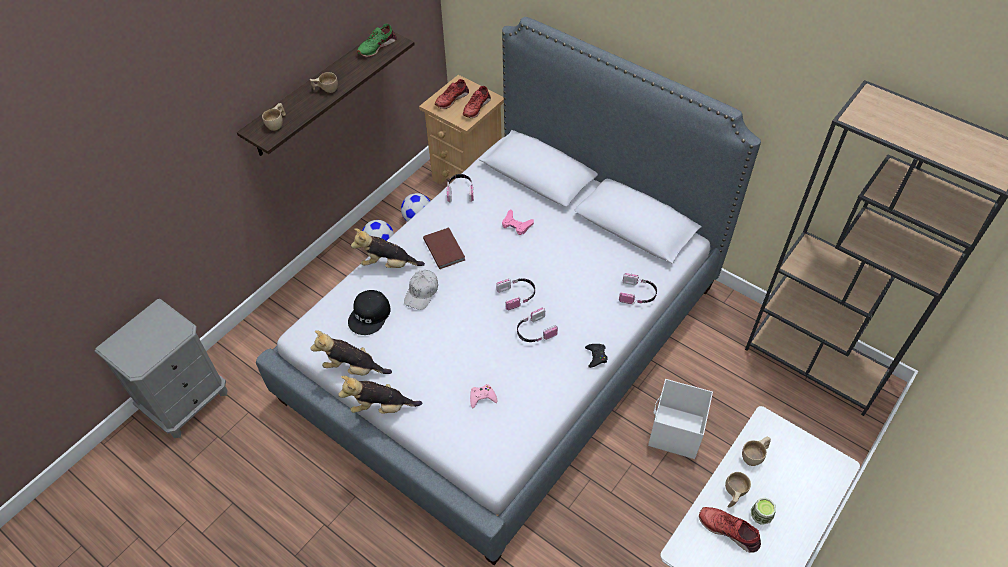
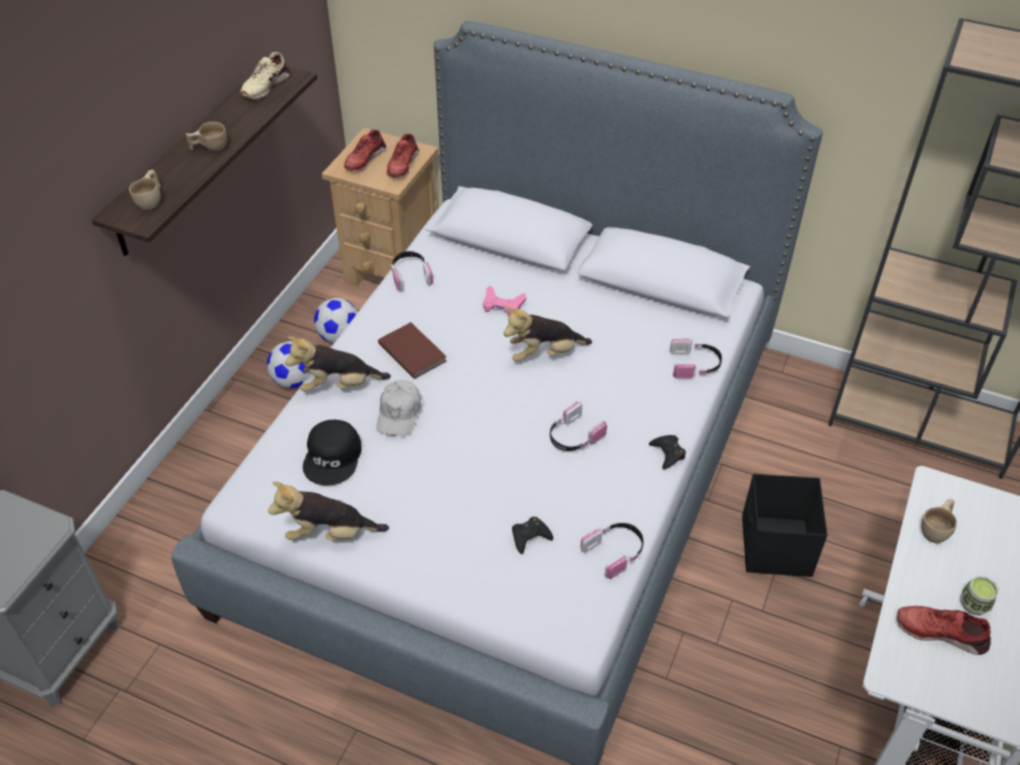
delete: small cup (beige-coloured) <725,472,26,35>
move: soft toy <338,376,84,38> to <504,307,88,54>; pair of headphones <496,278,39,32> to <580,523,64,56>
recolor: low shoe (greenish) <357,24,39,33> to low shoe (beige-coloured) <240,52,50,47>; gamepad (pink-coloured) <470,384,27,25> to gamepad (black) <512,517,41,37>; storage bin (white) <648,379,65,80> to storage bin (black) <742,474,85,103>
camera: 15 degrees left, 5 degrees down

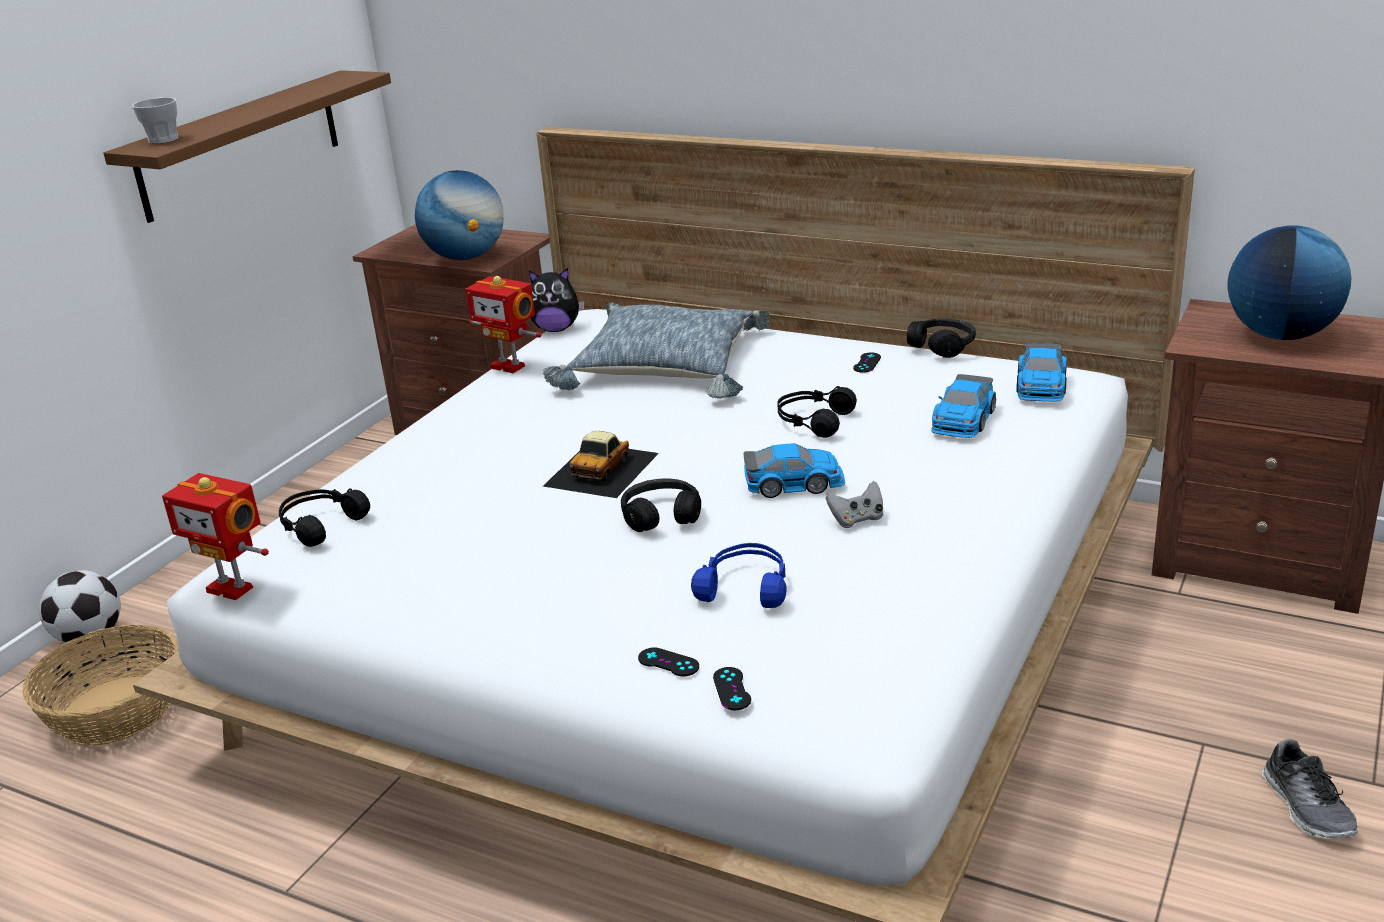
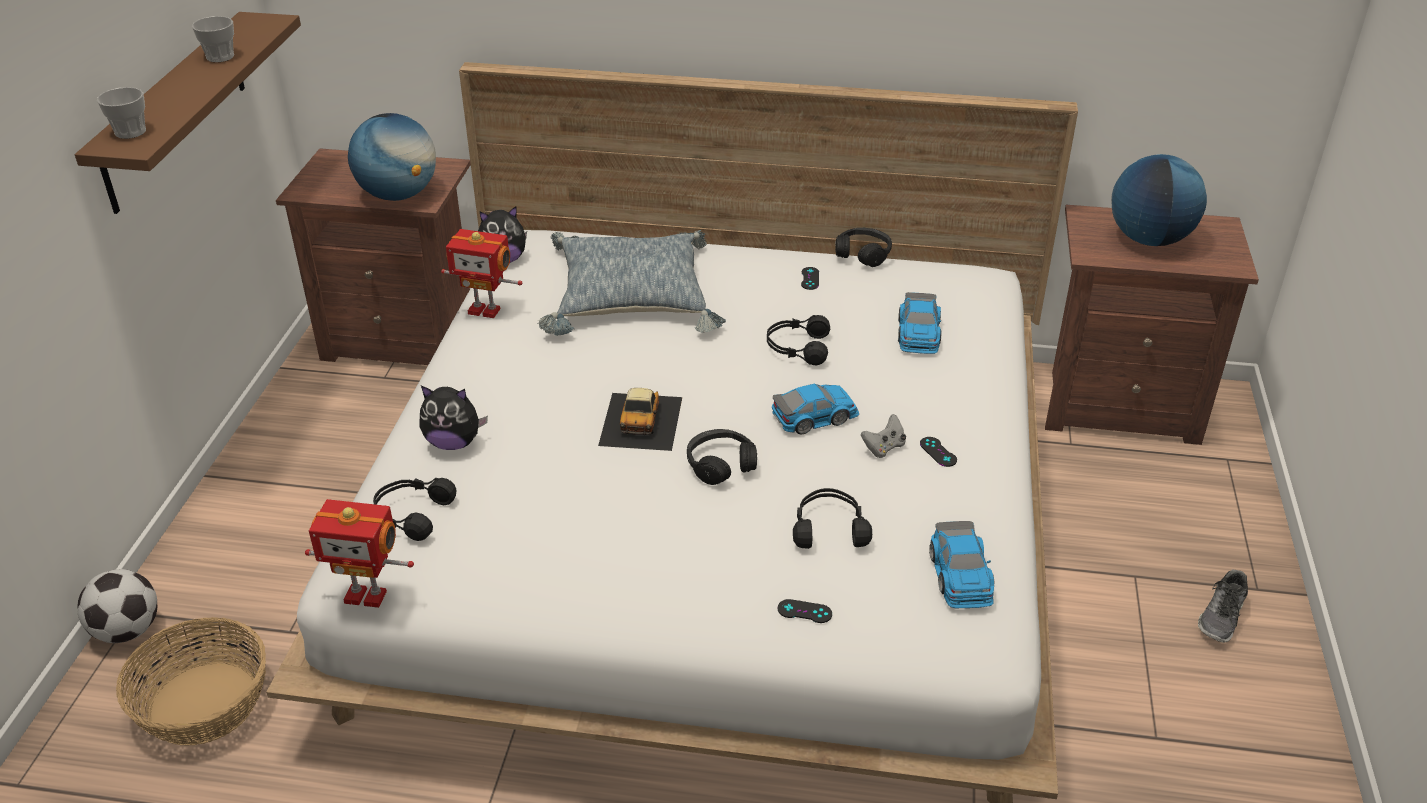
insert: small cup <192,16,42,46>; soft toy <419,386,69,64>
move: gamepad (black) <713,667,38,43> to <920,437,37,30>; toy car <1016,343,51,59> to <929,521,65,87>
recolor: pair of headphones (blue-coloured) <691,543,96,65> to pair of headphones (black) <793,488,79,61>
rotate: low shoe <1262,739,97,100> = <1198,570,50,73> 60 degrees clockwise
camera: 20 degrees left, 10 degrees up

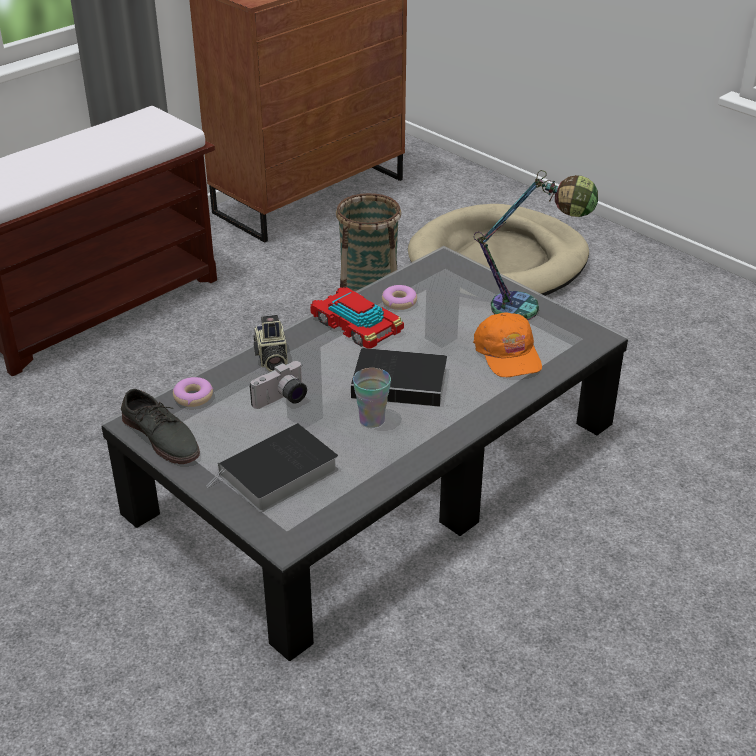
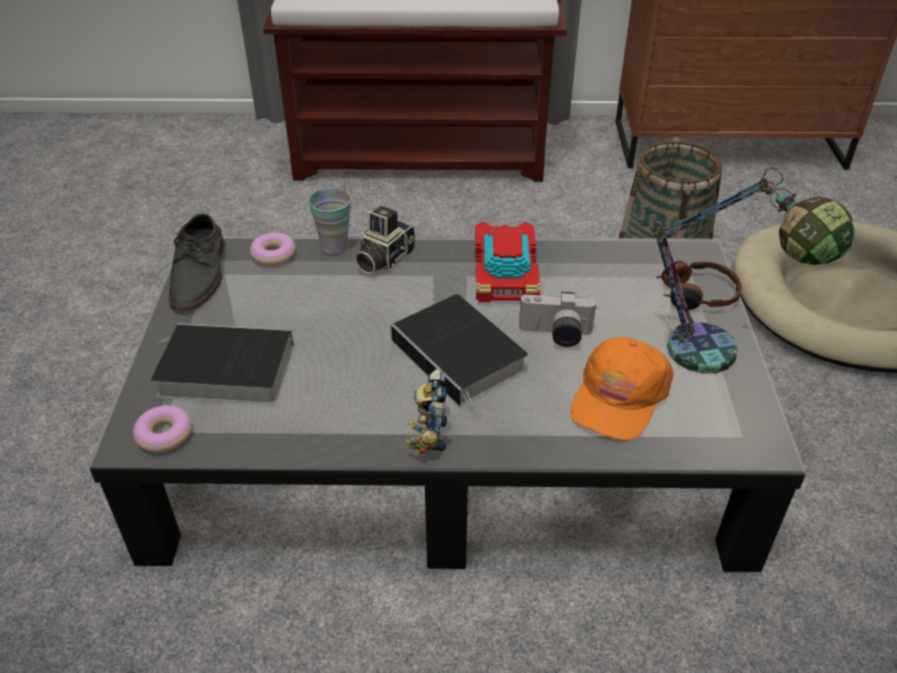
insert: model robot <405,369,42,86>; pair of headphones <656,261,86,49>
move: doughnut <382,285,35,25> to <132,405,60,48>; small cup <353,368,38,60> to <309,188,42,67>; photo camera <250,361,57,48> to <519,292,79,55>
camera: 45 degrees right, 5 degrees up

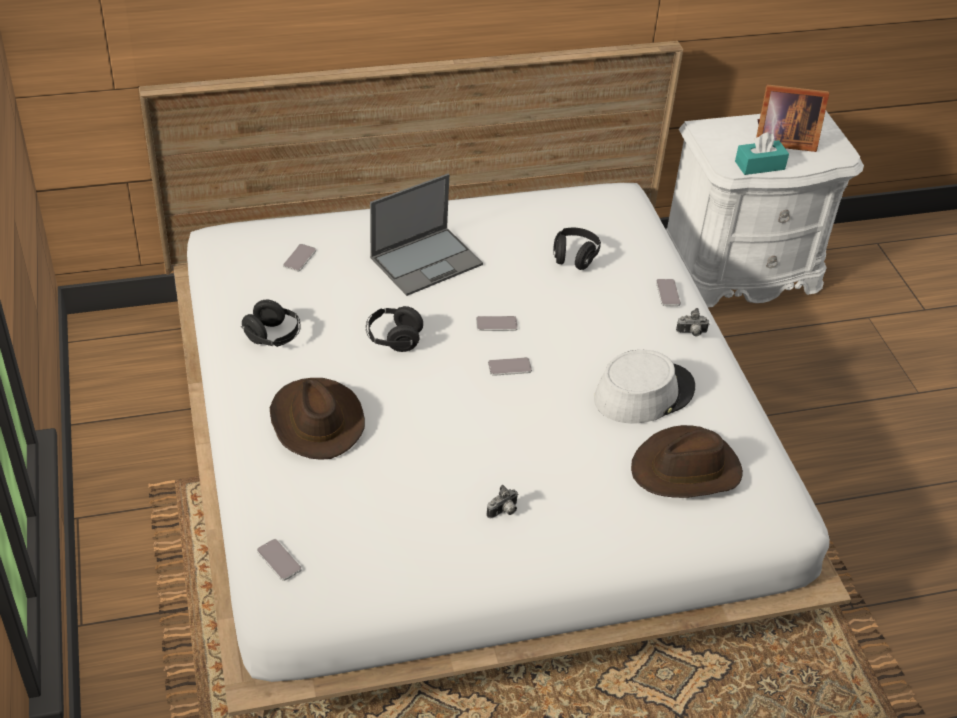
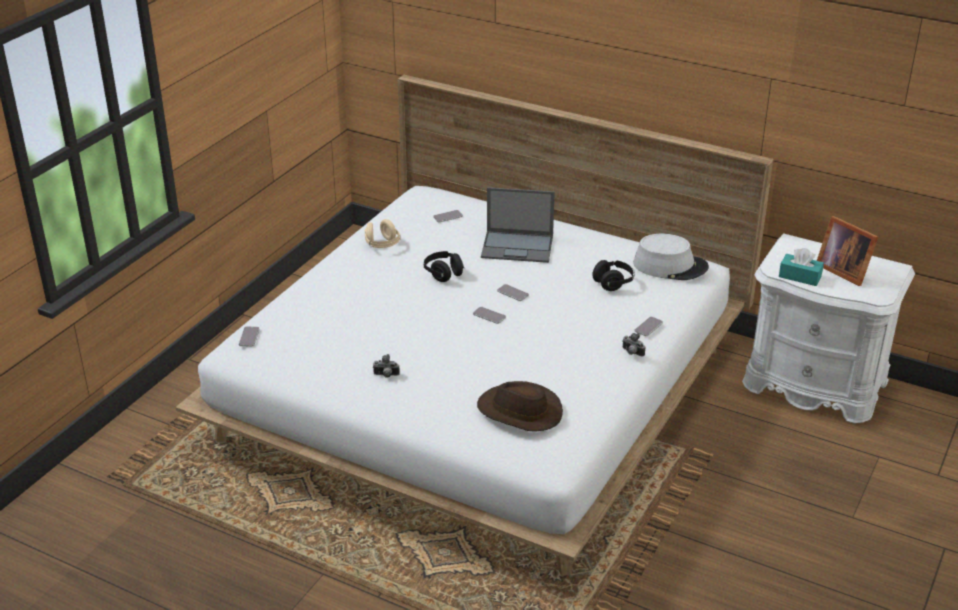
delete: hat (brown) <270,378,95,82>
move: hat (gray) <594,350,101,74> to <633,234,76,46>
recolor: pair of headphones (black) <240,300,61,47> to pair of headphones (beige-coloured) <365,219,36,29>
camera: 45 degrees right, 10 degrees down

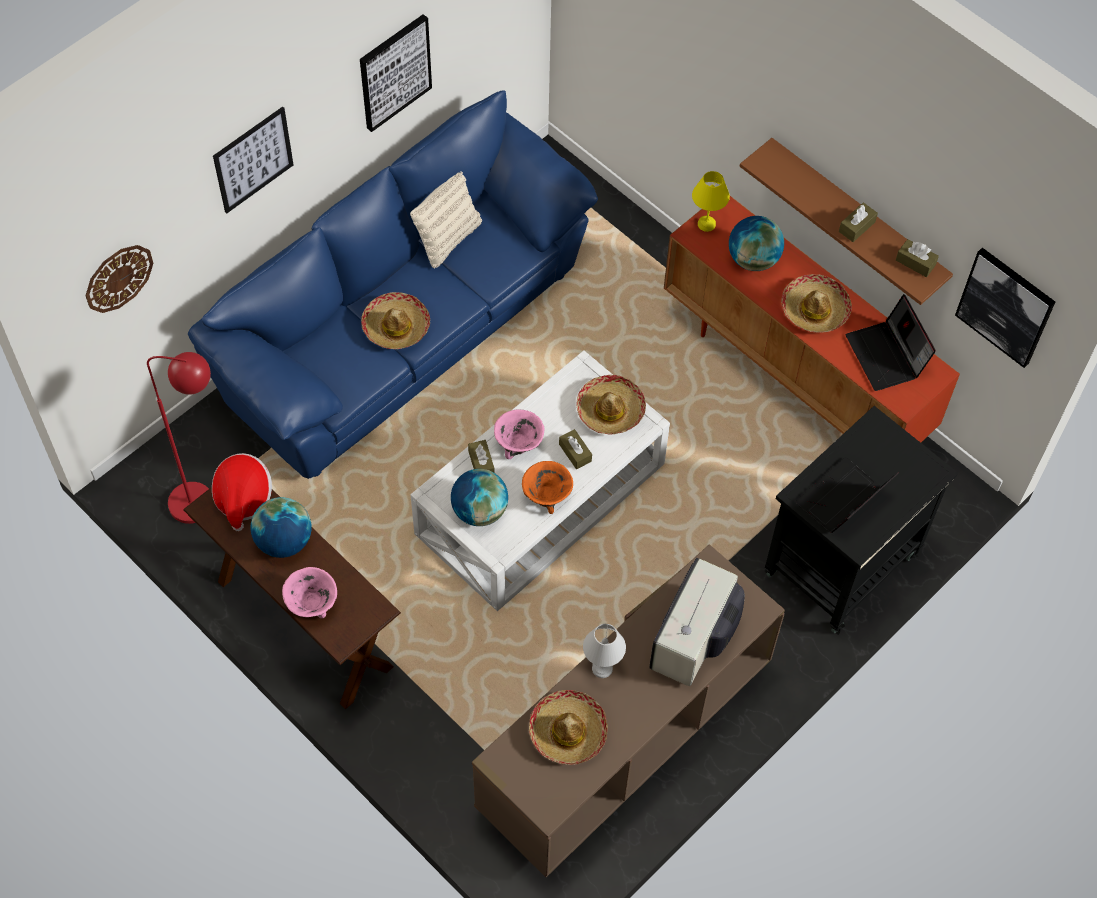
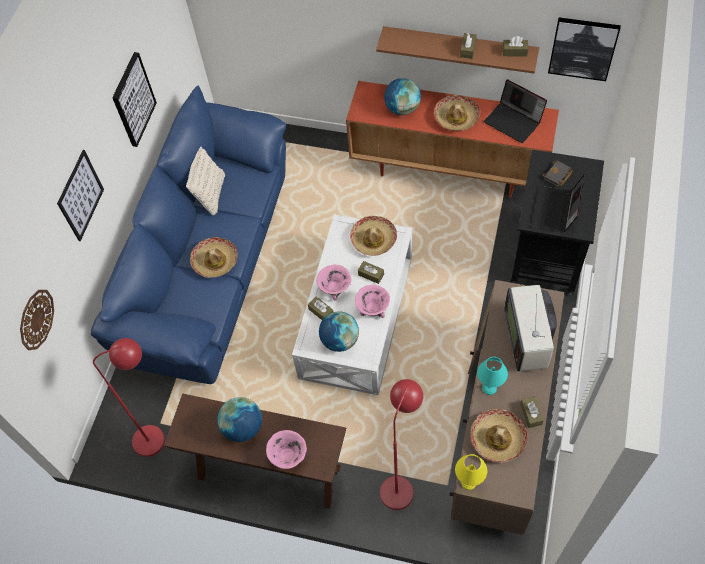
delete: hat <212,453,60,78>
insert: standard lamp (red-coloured) <380,379,43,131>; box of tissues (brown) <520,396,24,32>; bound book (black) <542,161,31,25>
move: lamp for a table (yellow) <692,171,38,61> to <455,454,32,36>
recolor: bowl (orangey) <522,461,51,53> to bowl (pink-coloured) <355,285,35,33>; lamp for a table (white) <583,624,43,54> to lamp for a table (blue-green) <477,357,31,38>
camera: 25 degrees left, 0 degrees up

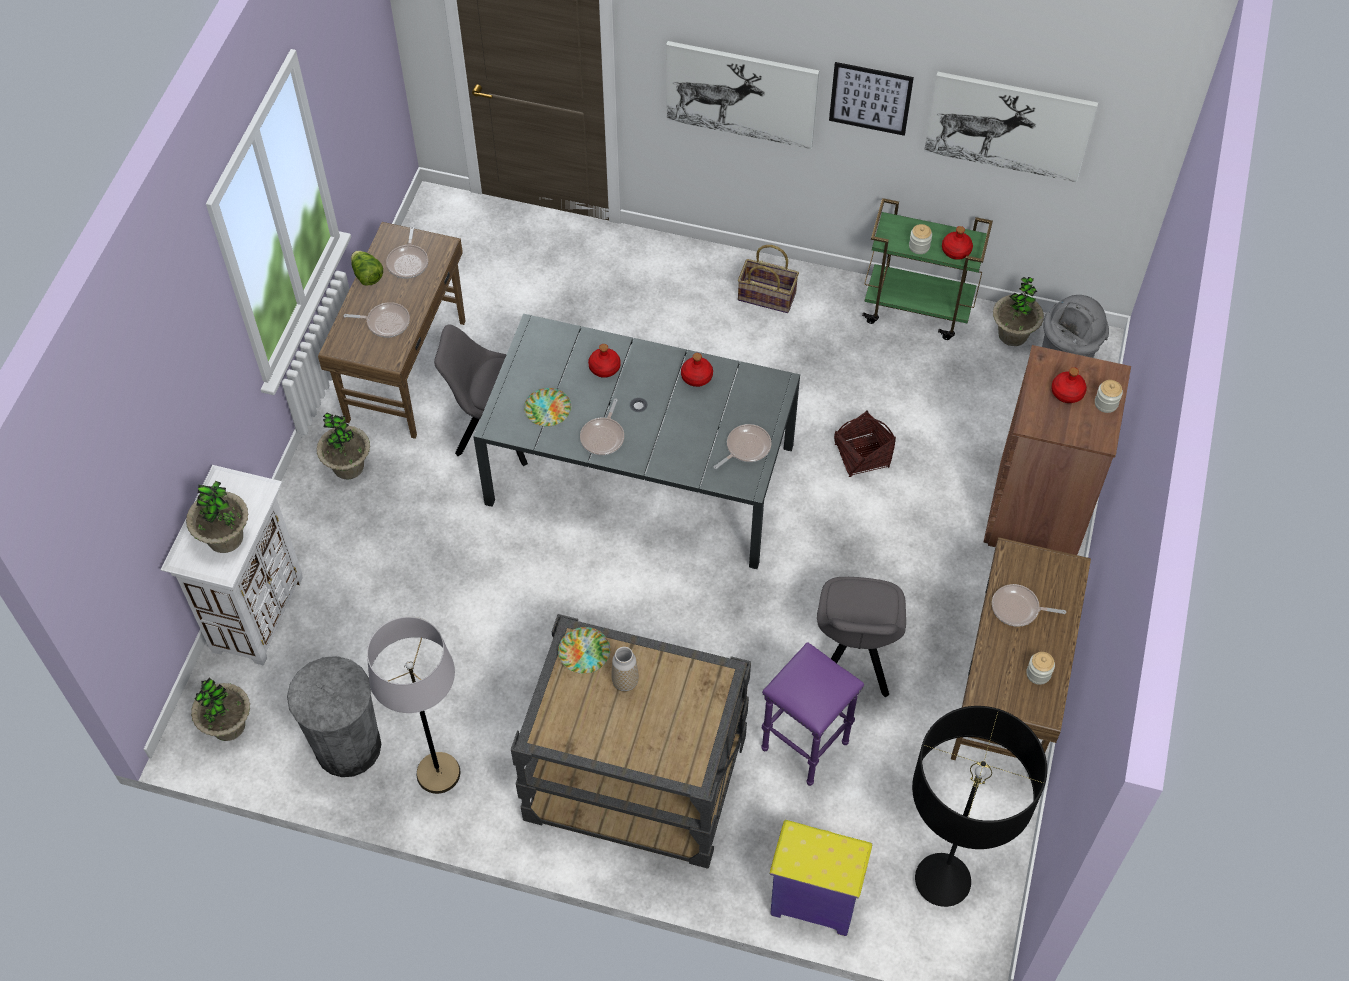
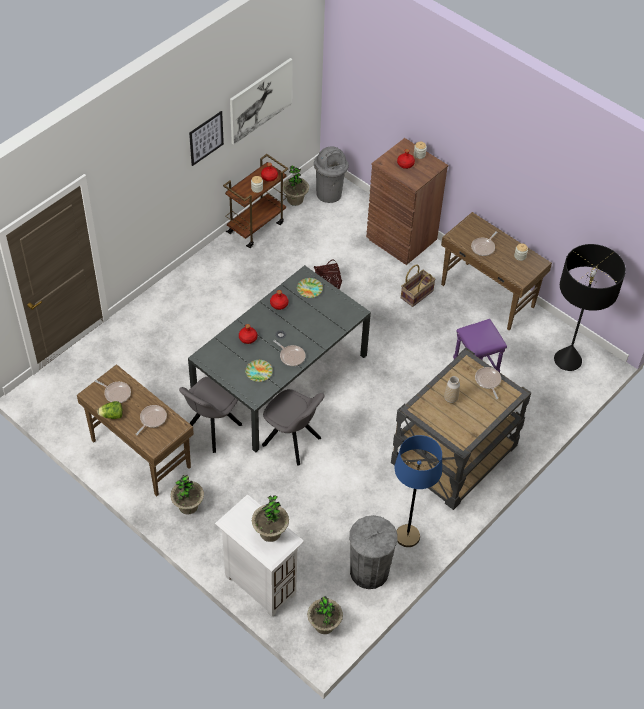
delete: wall art <666,41,153,108>; nightstand <770,820,102,116>
move: plain chair (gray) <817,577,89,121> to <262,389,62,77>; plate <558,627,52,47> to <297,278,26,20>; household basket <738,245,61,68> to <401,265,35,42>; skillet <714,424,57,45> to <475,367,26,32>
recolor: trolley (greenish) <862,198,131,142> to trolley (brown) <223,154,66,94>; standard lamp (gray) <367,616,93,178> to standard lamp (blue-coloured) <395,435,47,112>
camera: 65 degrees left, 5 degrees down

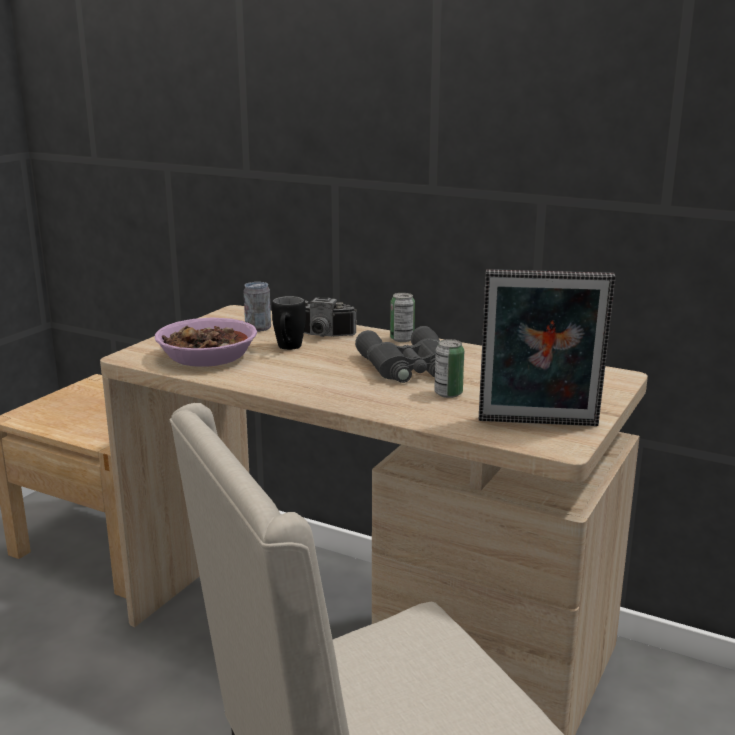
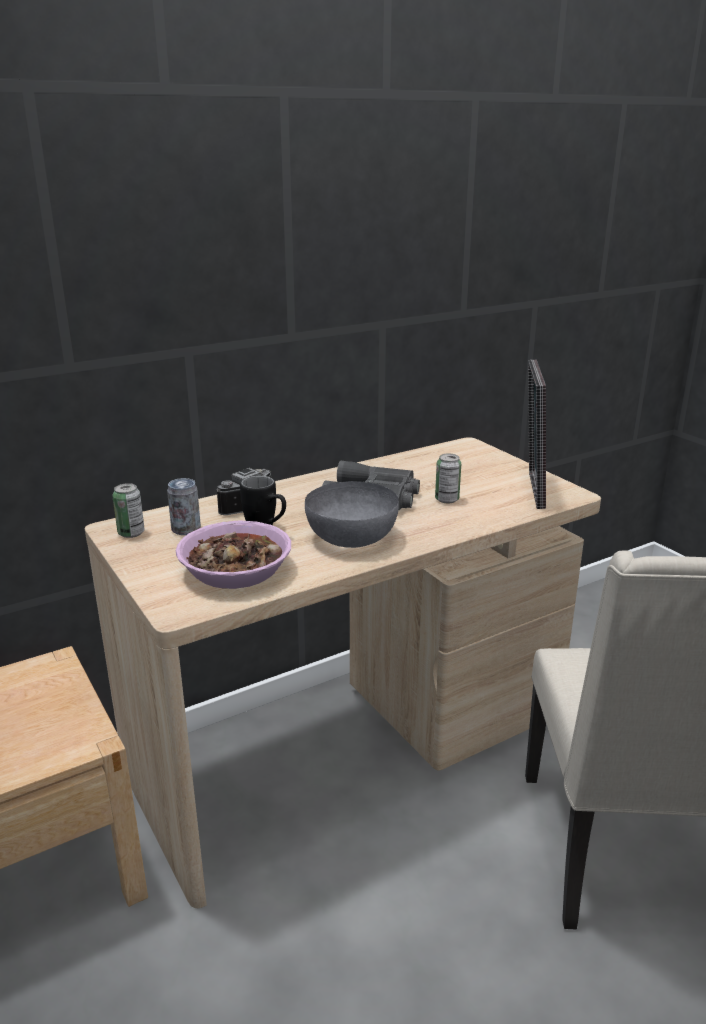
insert: bowl (gray) <305,481,94,67>
move: sealed can <390,293,25,49> to <112,483,33,55>
rotate: photo frame <479,269,136,157> = <528,360,18,149> 150 degrees clockwise
camera: 60 degrees left, 5 degrees up

